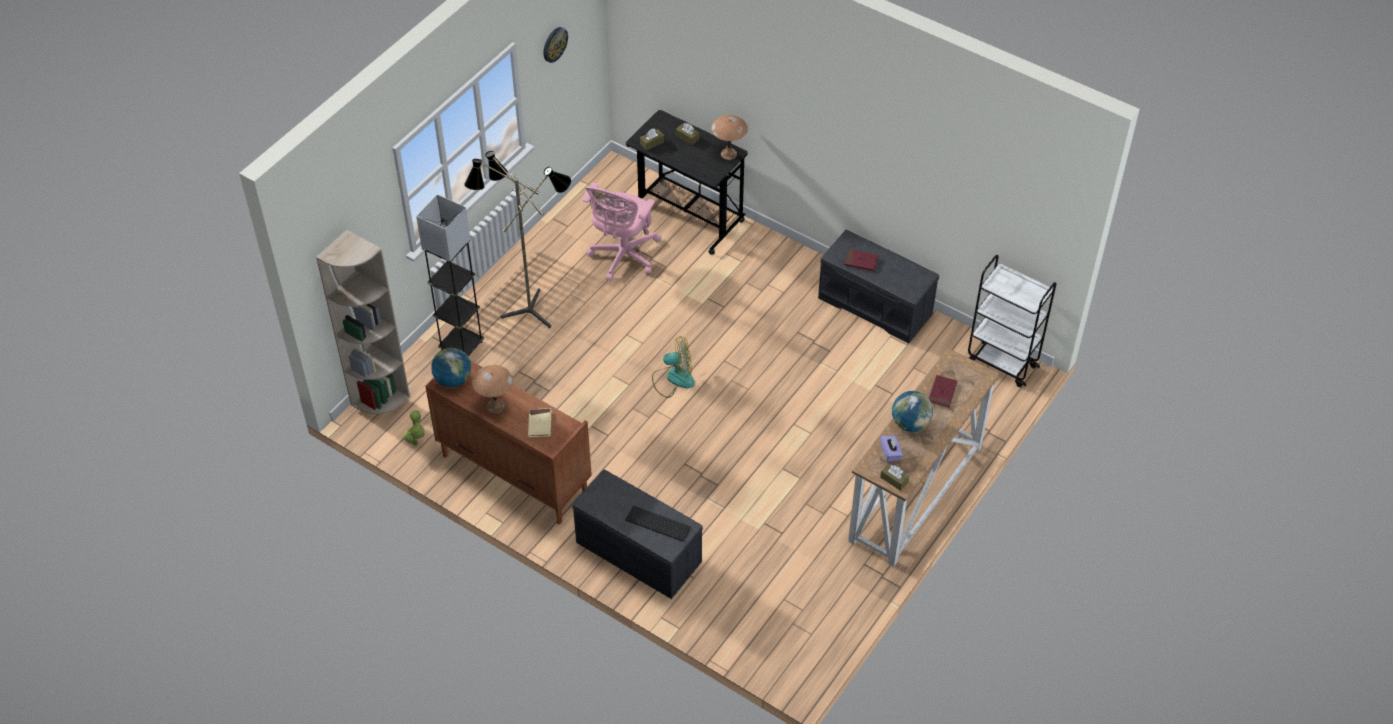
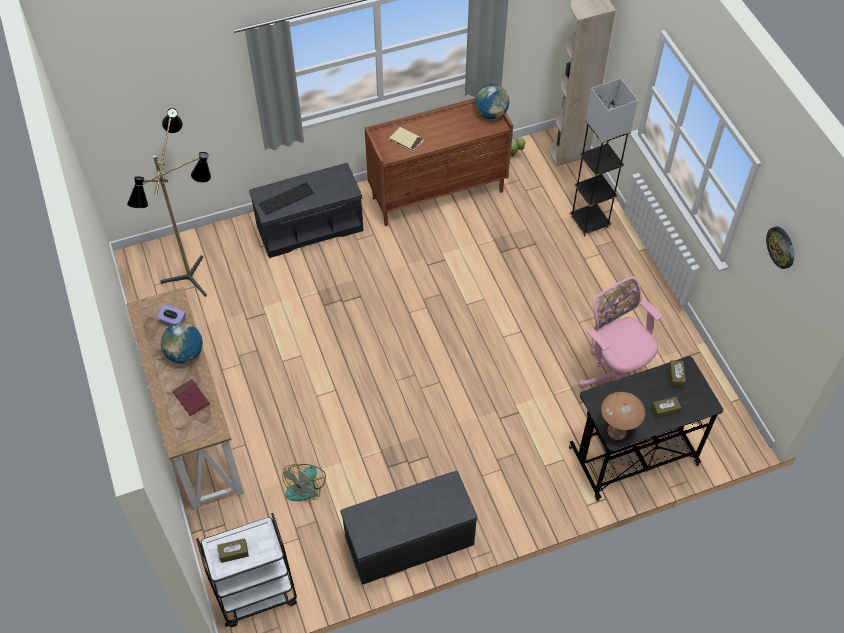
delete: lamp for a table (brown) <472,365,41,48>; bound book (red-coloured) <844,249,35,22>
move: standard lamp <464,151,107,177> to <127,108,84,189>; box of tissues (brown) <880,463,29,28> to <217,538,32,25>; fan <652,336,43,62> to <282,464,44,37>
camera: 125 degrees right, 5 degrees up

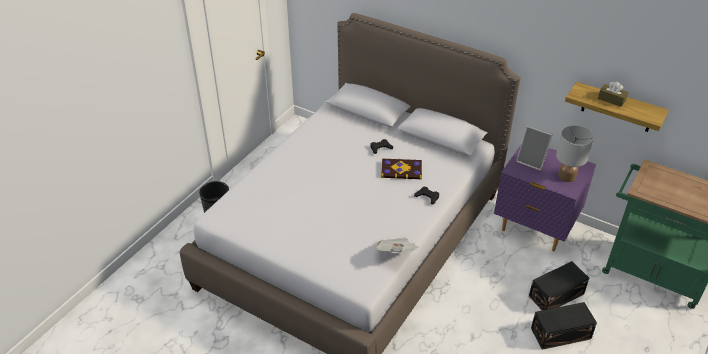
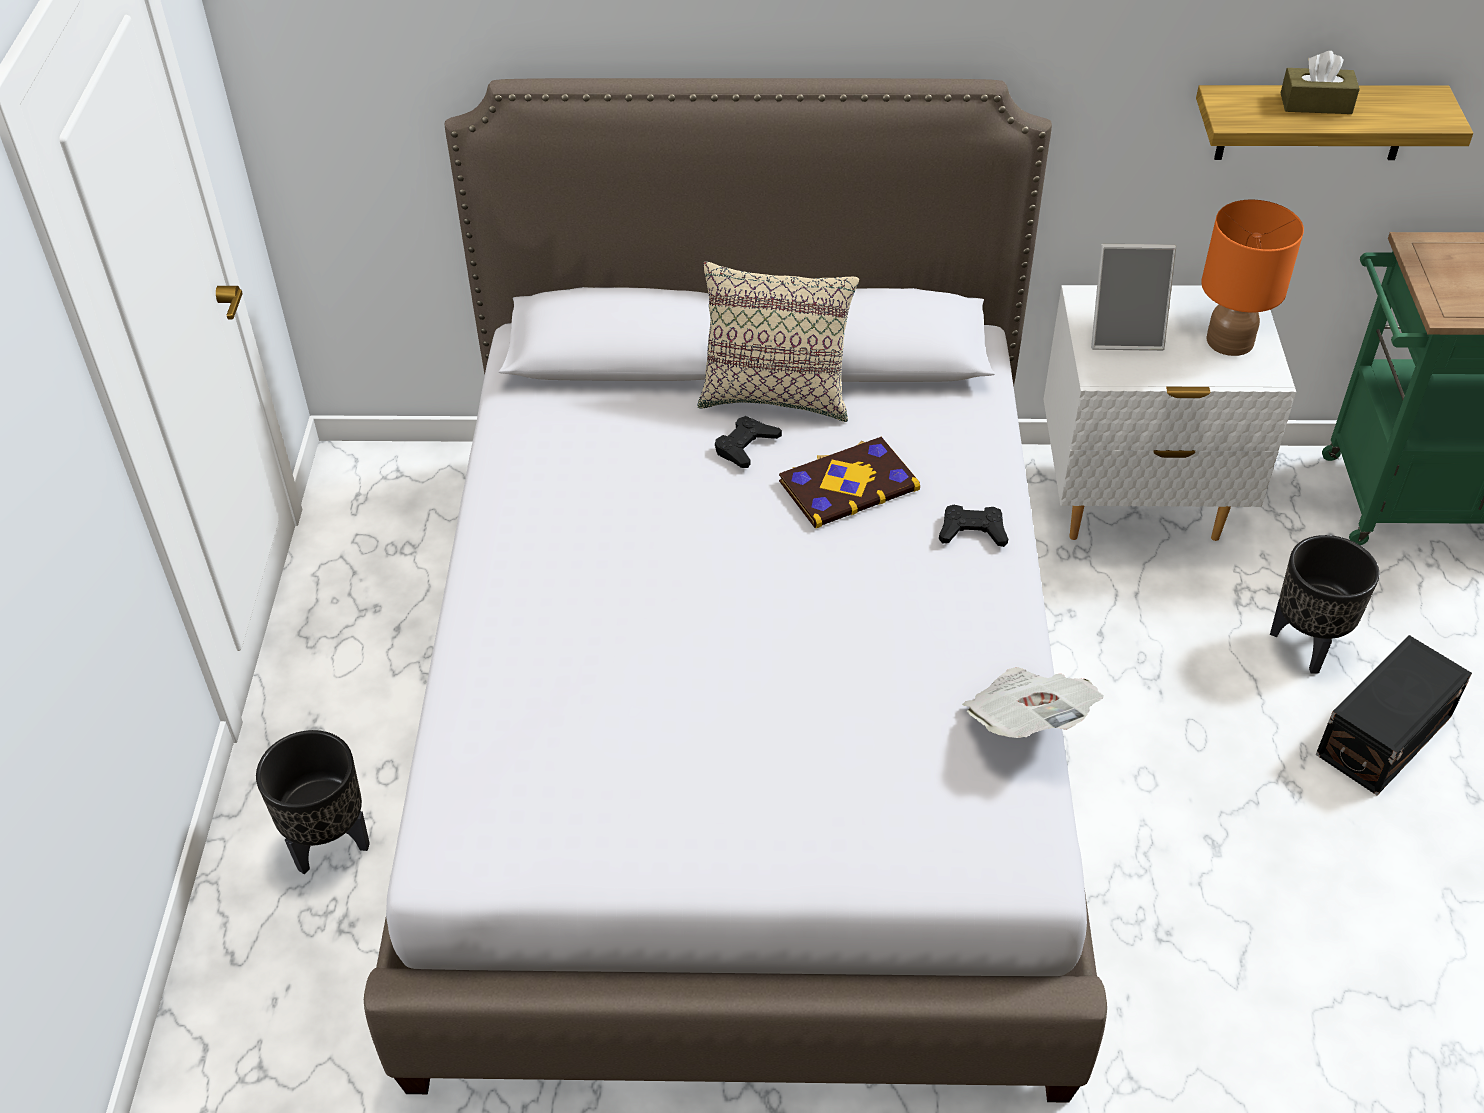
insert: pillow (beige-coloured) <698,261,161,161>
replace: storage bin (black) <529,261,60,49> to planter (black) <1270,535,109,138>
recolor: nightstand (purple) <494,145,102,106> to nightstand (white) <1044,285,252,256>; lamp for a table (gray) <556,126,38,56> to lamp for a table (orangey) <1201,200,103,156>
camera: 30 degrees left, 5 degrees up

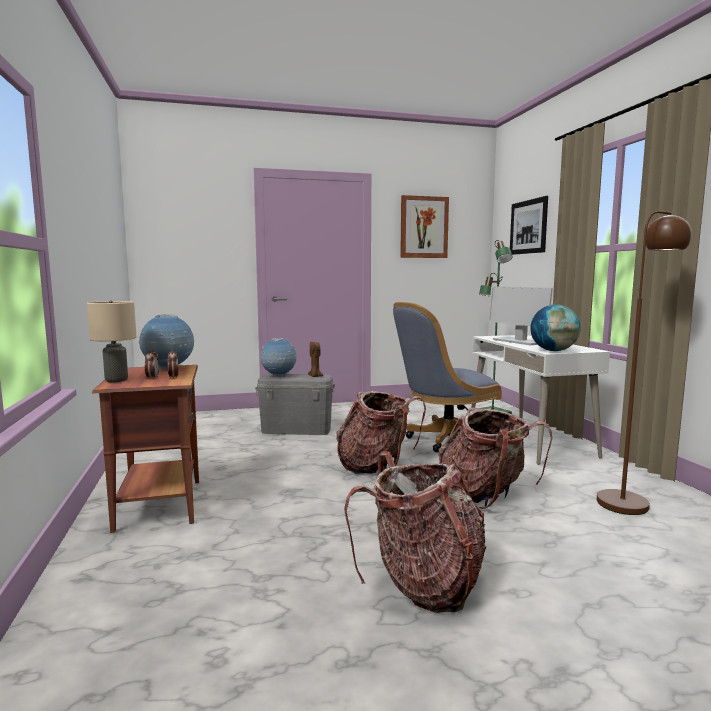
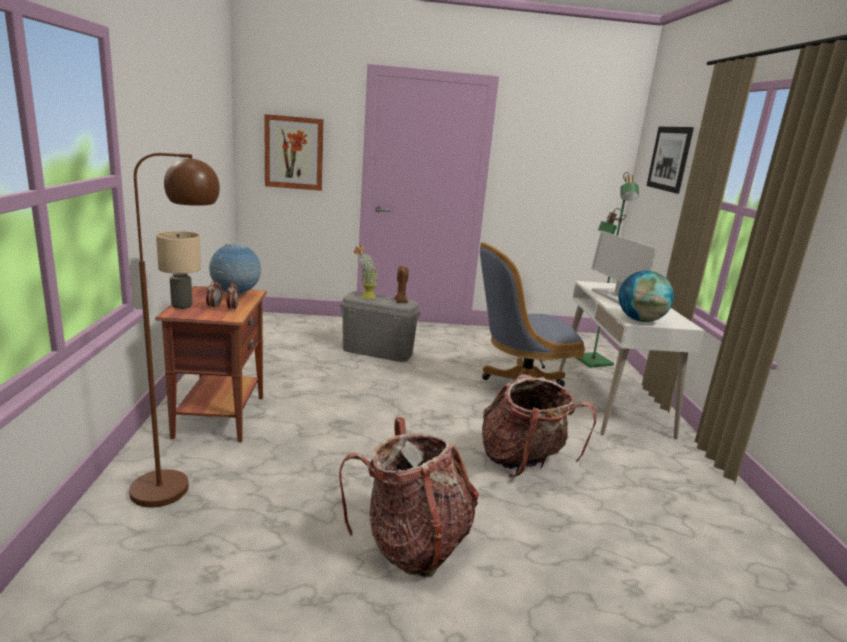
delete: rucksack <336,391,90,83>
move: standard lamp (brown) <596,211,96,304> to <129,153,91,354>; wall art <400,195,49,63> to <264,114,60,77>
replace: world globe <260,338,37,39> to potted plant <354,245,24,54>
camera: 10 degrees right, 10 degrees up

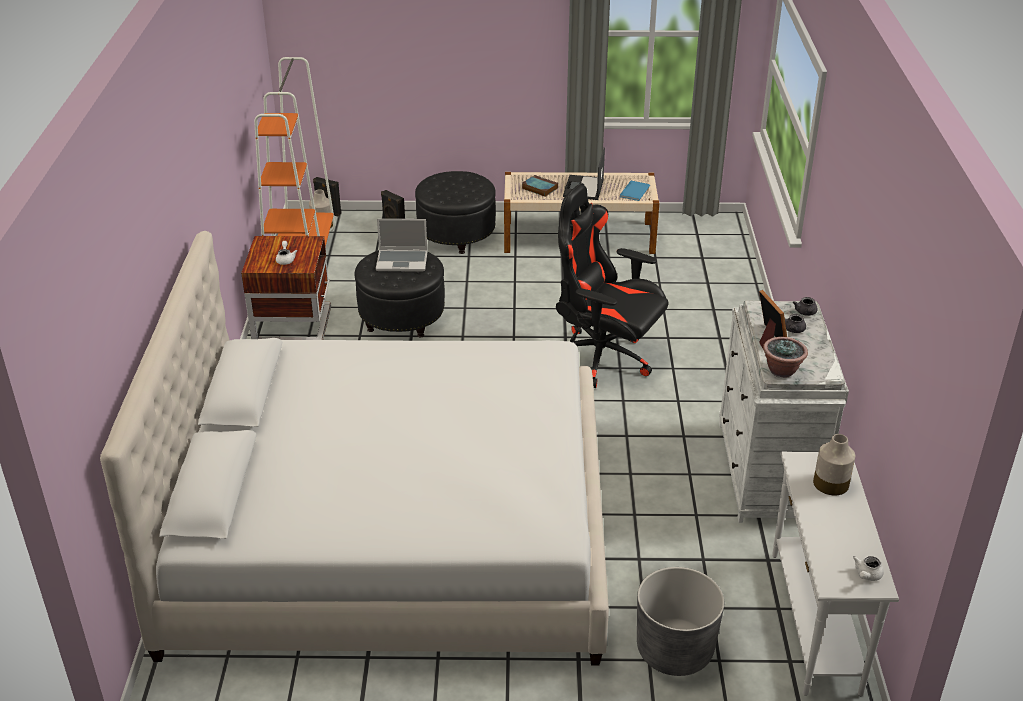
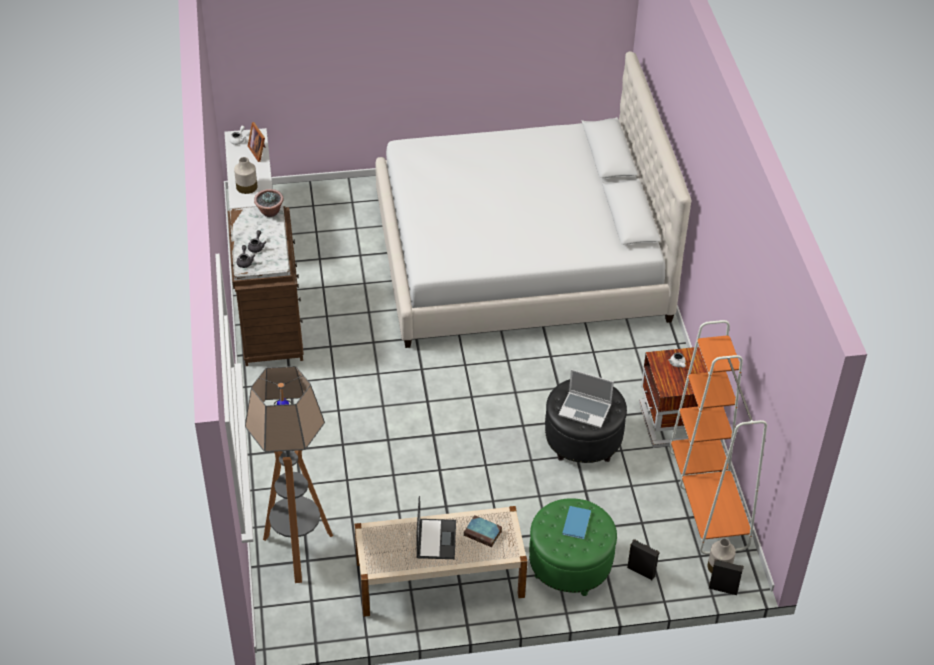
delete: office chair (black) <556,183,113,205>; planter (gray) <637,567,87,109>
insert: standard lamp <245,366,88,217>
move: photo frame <759,290,28,58> to <248,122,18,40>; bound book (blue-coloured) <620,181,30,20> to <562,506,29,33>
recolor: drawer chest (white) <719,301,130,222> to drawer chest (brown) <228,205,76,161>; footrest (black) <415,171,81,83> to footrest (greenish) <529,498,88,98>
rotate: notebook computer <376,219,52,53> = <558,369,56,59> 150 degrees counterclockwise
camera: 170 degrees right, 10 degrees up

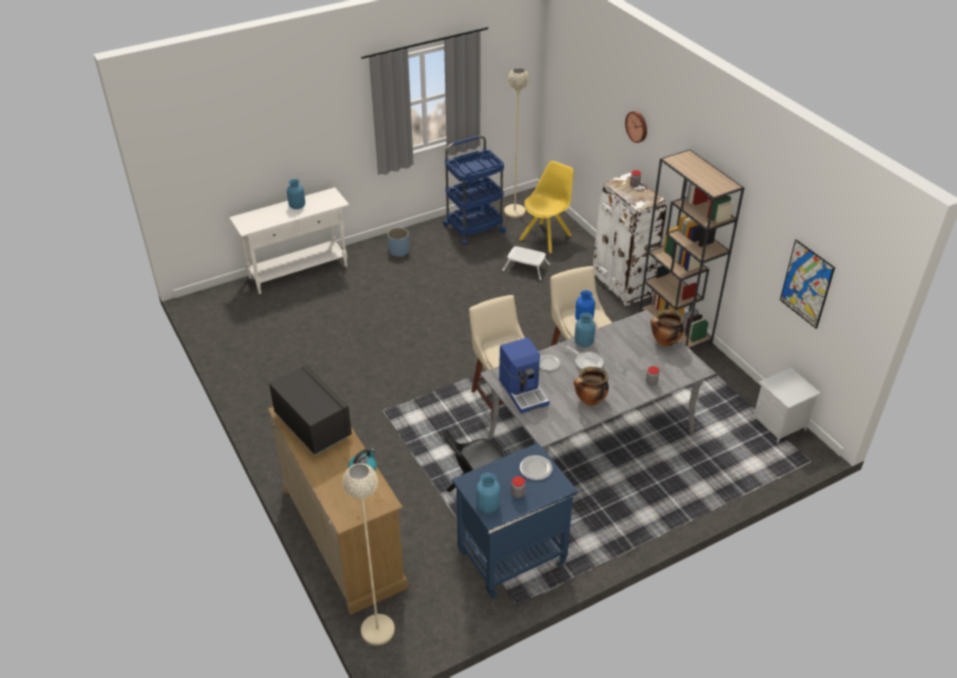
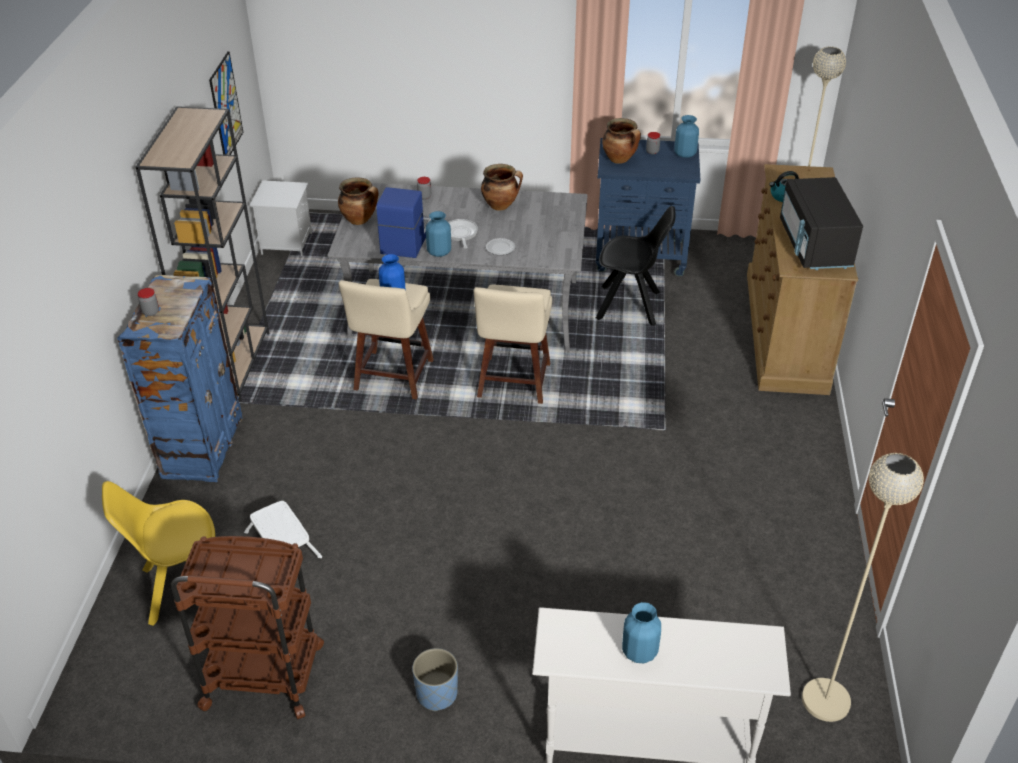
delete: hanging clock <625,111,22,32>
move: coffee maker <499,338,50,76> to <376,187,55,71>; standard lamp (beige-coloured) <504,68,25,150> to <802,453,122,269>
replace: plate <520,455,33,25> to cooking pot <602,118,39,46>
recolor: storage cabinet (white) <593,173,74,133> to storage cabinet (blue-coloured) <117,275,125,207>; trolley (blue-coloured) <443,136,63,109> to trolley (brown) <171,536,153,183>
camera: 145 degrees left, 0 degrees up

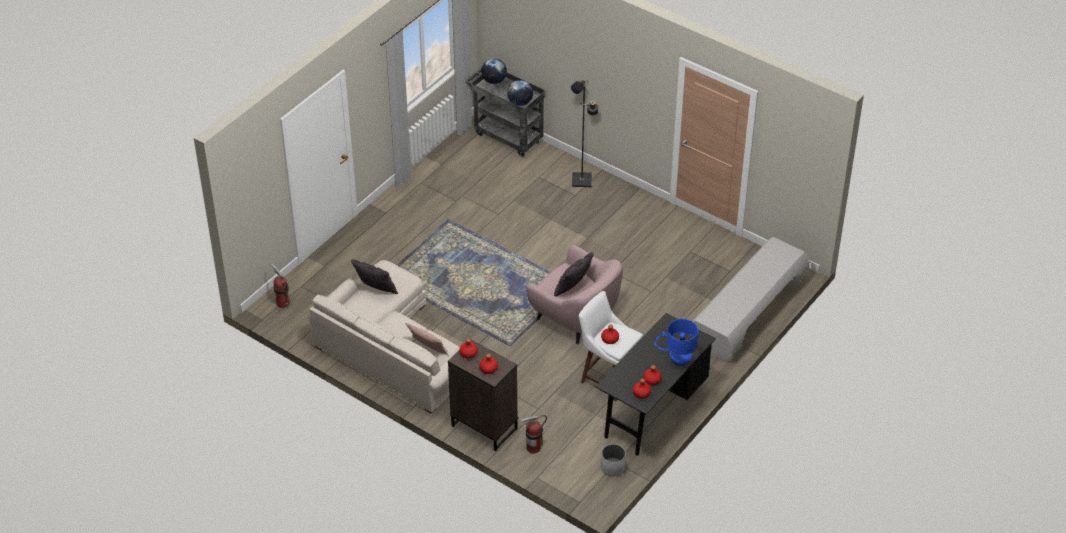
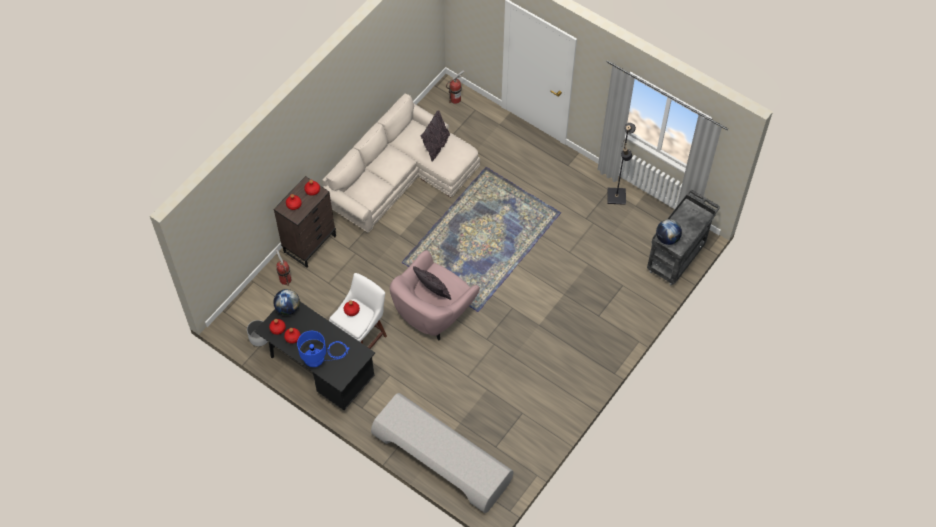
delete: pillow (beige-coloured) <406,323,42,32>
move: world globe <481,58,26,26> to <273,289,27,26>; standard lamp (black) <571,80,27,107> to <607,123,29,82>
camera: 90 degrees right, 15 degrees up

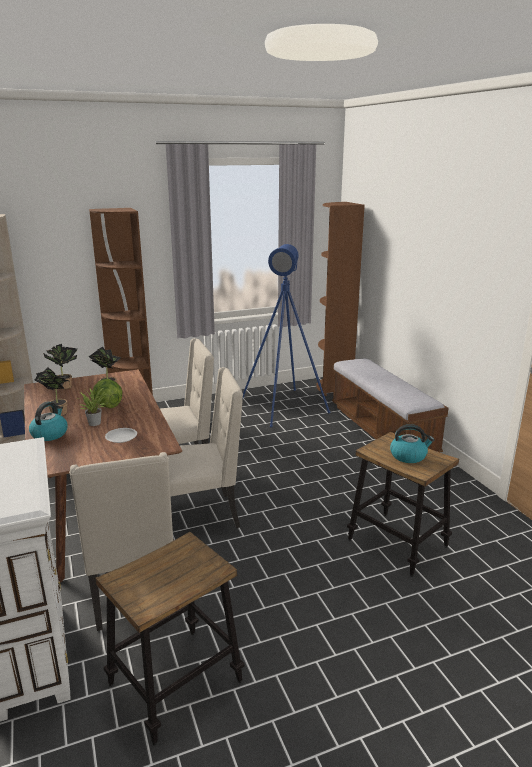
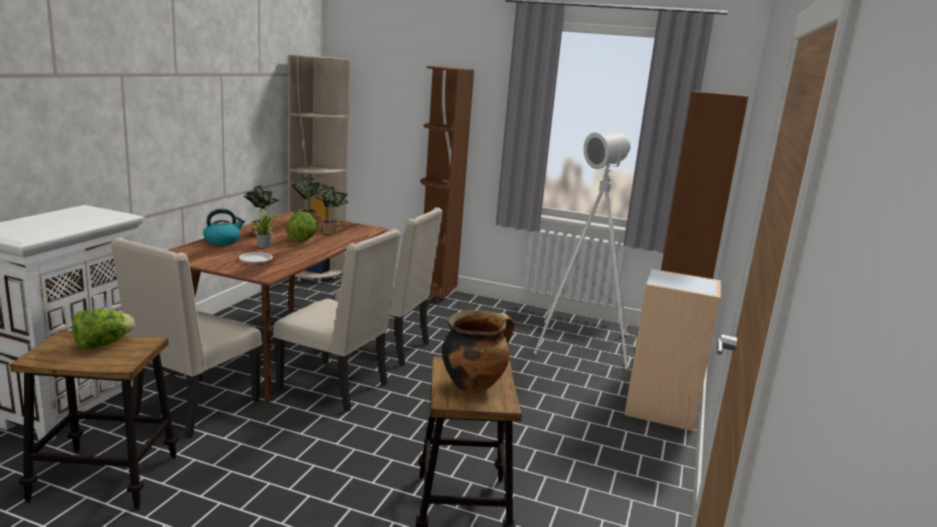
insert: head of lettuce <72,309,63,40>
replace: water kettle <390,424,45,39> to cooking pot <442,310,72,84>; long seat <332,358,117,94> to bookcase <624,269,97,162>
recolor: standard lamp (blue-coloured) <243,244,87,184> to standard lamp (white) <533,132,97,238>
camera: 40 degrees right, 5 degrees down

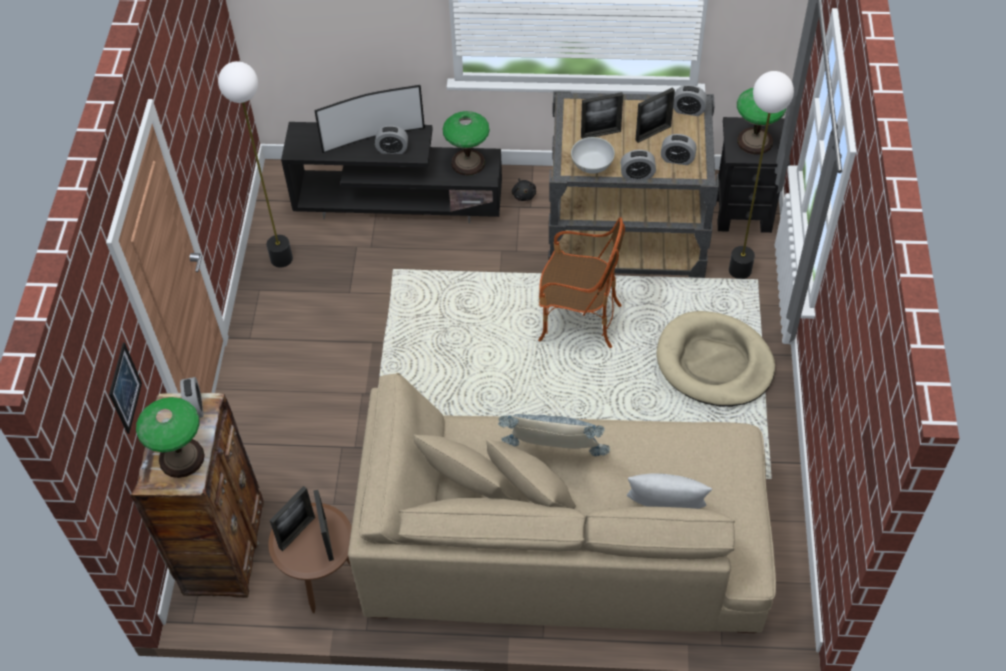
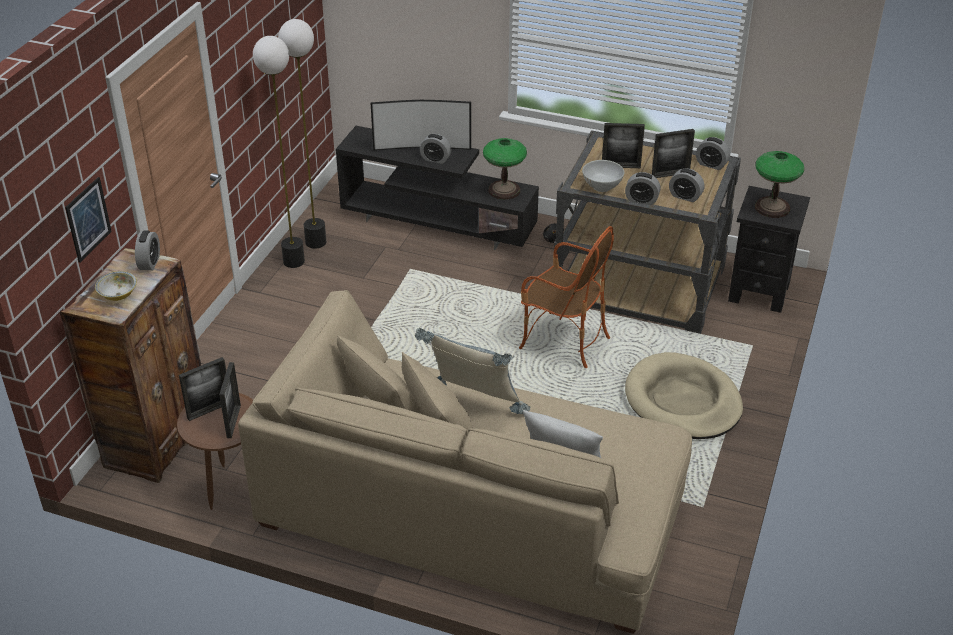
move: standard lamp <729,71,65,208> to <253,36,52,232>
replace: lamp for a table <136,397,69,81> to bowl <95,271,42,30>
camera: 15 degrees right, 15 degrees down

